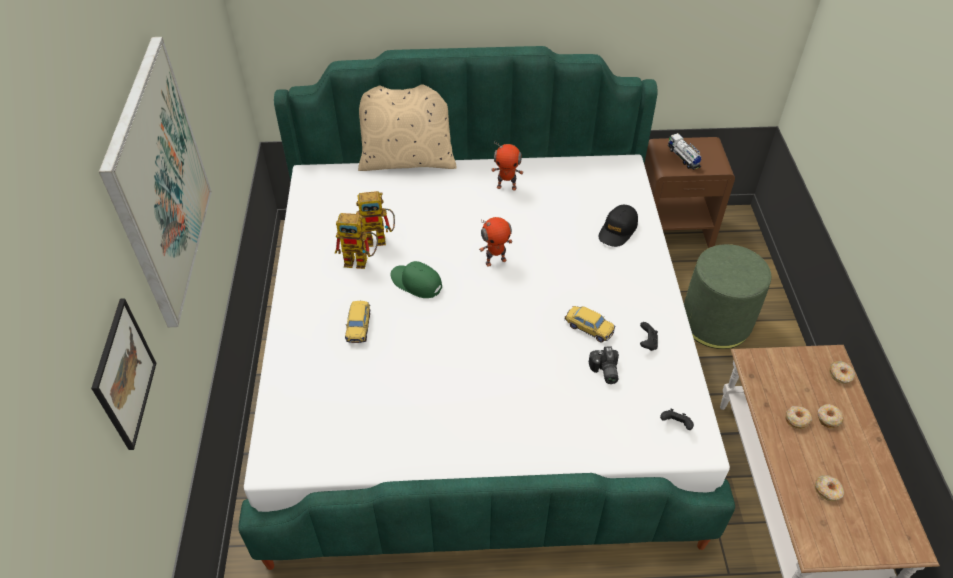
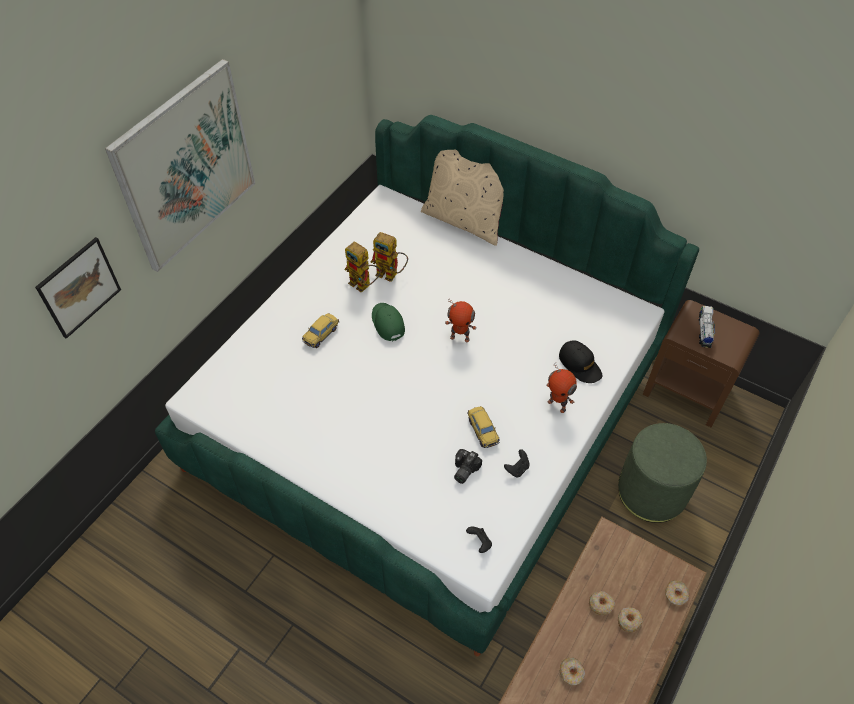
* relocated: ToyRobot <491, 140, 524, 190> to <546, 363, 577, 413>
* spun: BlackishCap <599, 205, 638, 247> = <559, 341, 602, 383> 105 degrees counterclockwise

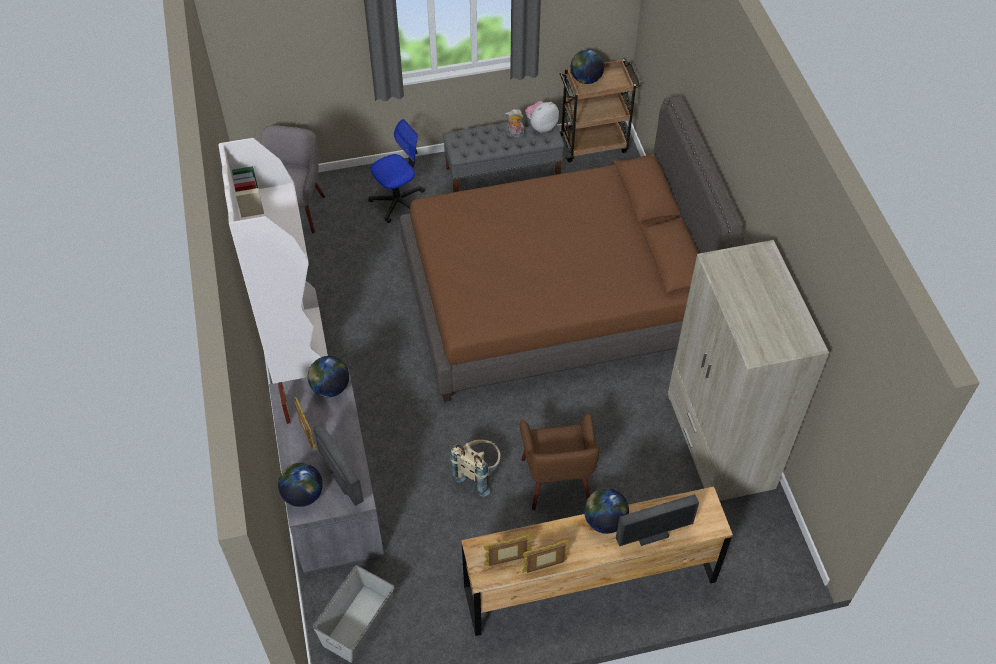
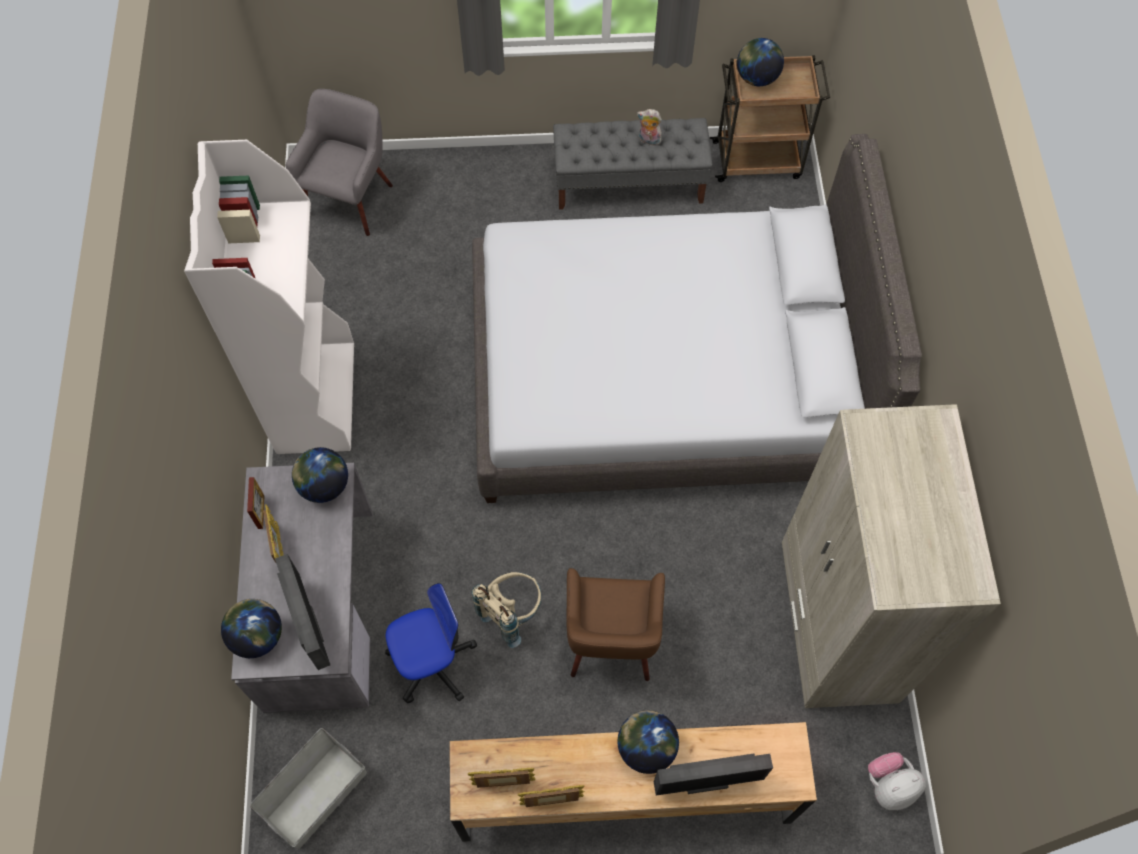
* relocated: DeskChair <368, 119, 425, 223> to <385, 583, 477, 703>
* relocated: CuddlyToy <525, 101, 559, 132> to <868, 752, 926, 810>
* colour: BrownColouredSleepingBed <400, 96, 745, 402> to GreySleepingBed <472, 134, 922, 503>

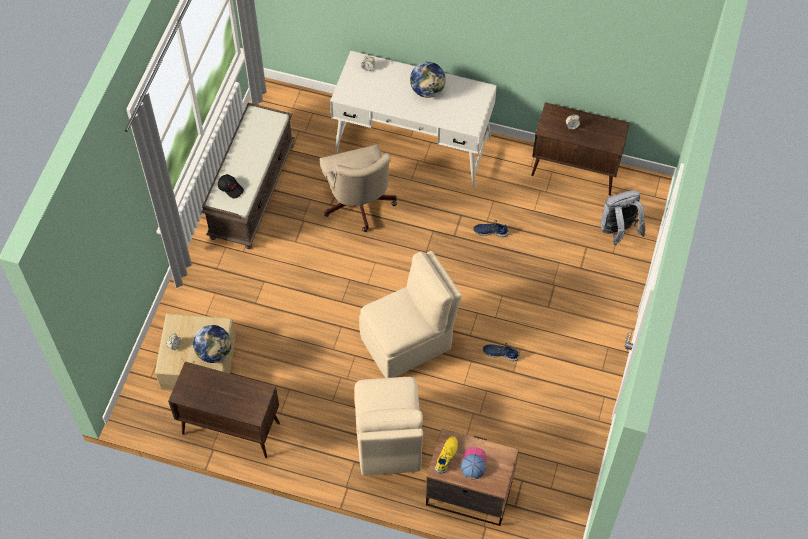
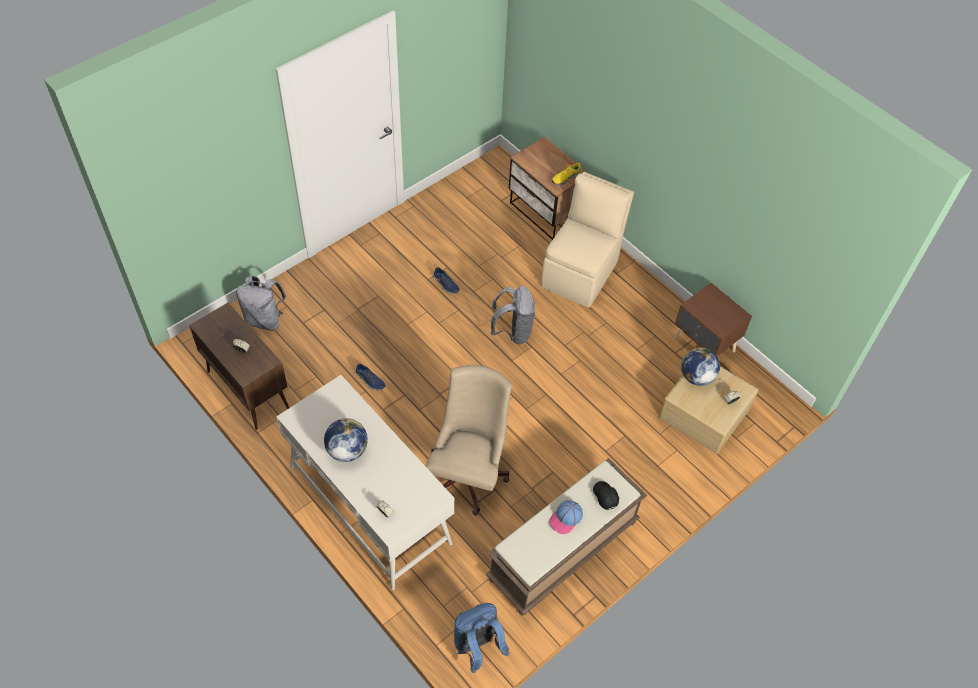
* appeared: BlueColouredKnapsack <454, 603, 510, 673>
* relocated: Cap <461, 447, 487, 480> to <549, 500, 583, 534>
* exchanged: BrownColouredCabinet <168, 361, 280, 458> to BrownColouredNightstand <674, 283, 752, 356>
* exchanged: BeigeColouredUprightChair <359, 251, 462, 378> to GreyKnapsack <491, 286, 535, 344>

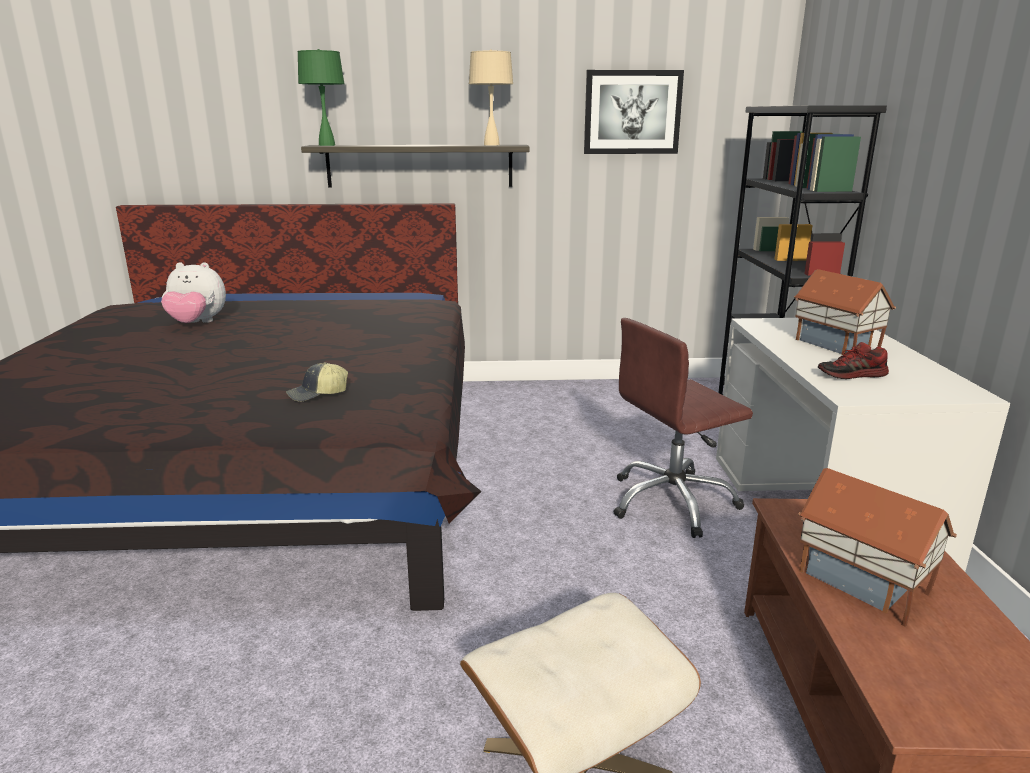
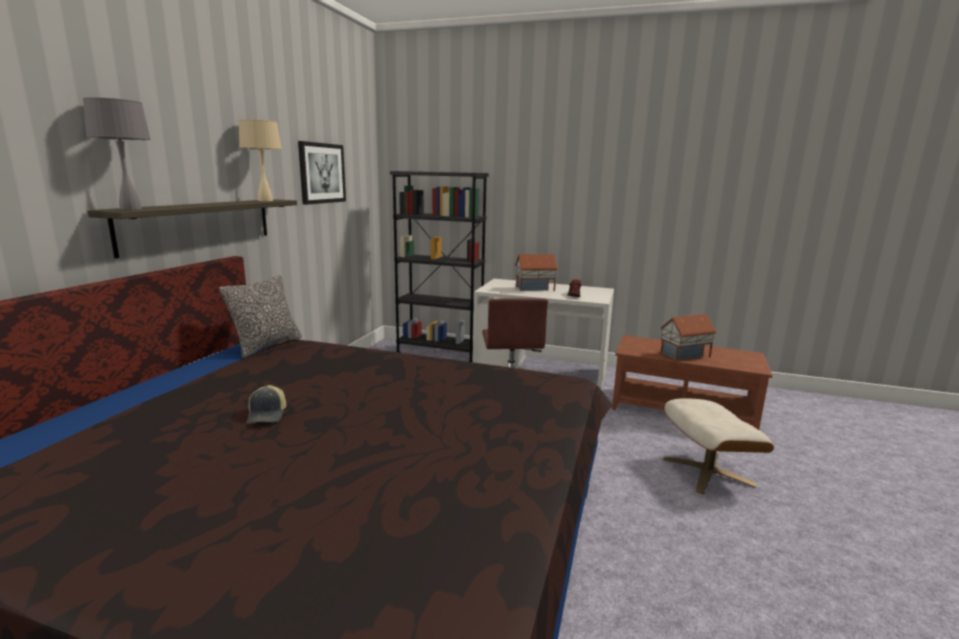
* missing: CuddlyToy <161, 262, 226, 323>
* appeared: Cushion <219, 275, 302, 358>
* relocated: Cap <286, 362, 348, 402> to <246, 385, 286, 424>
* colour: GreenTableLamp <297, 49, 345, 146> to GreyTableLamp <83, 97, 151, 210>

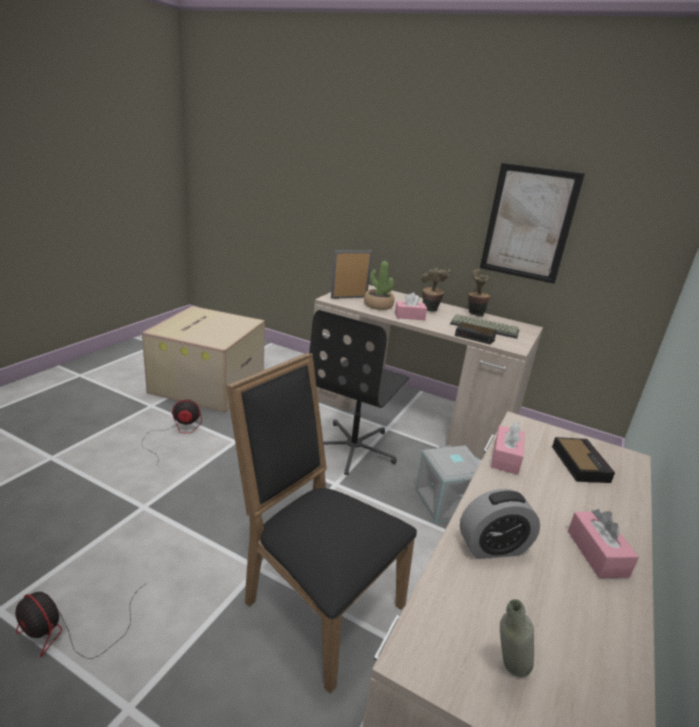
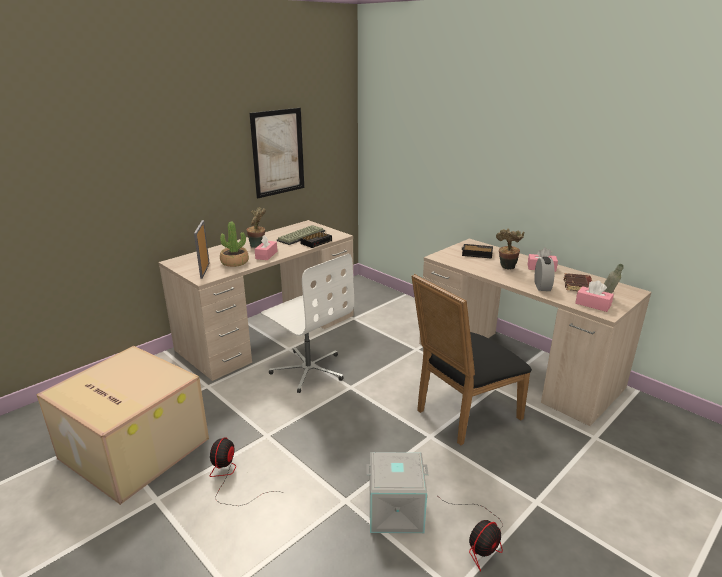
* appeared: BrownColouredBoundBook <564, 273, 592, 291>
* relocated: GreyStorageBox <415, 445, 480, 523> to <367, 452, 428, 533>
* relocated: Houseplant <469, 269, 490, 316> to <496, 228, 525, 270>
* relocated: PinkColouredTissueBox <491, 422, 525, 475> to <575, 280, 614, 312>
* colour: BlackishDeskChair <309, 310, 409, 475> to WhitishDeskChair <261, 254, 354, 393>

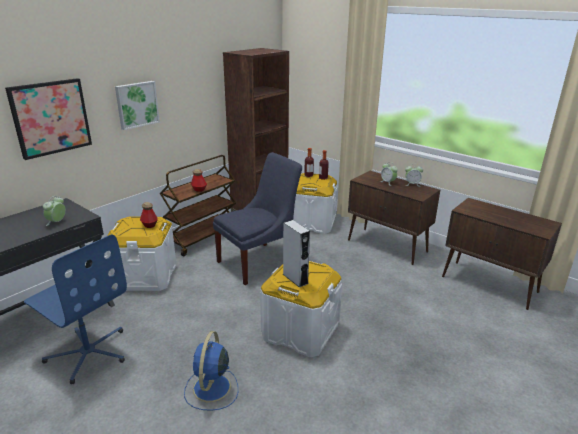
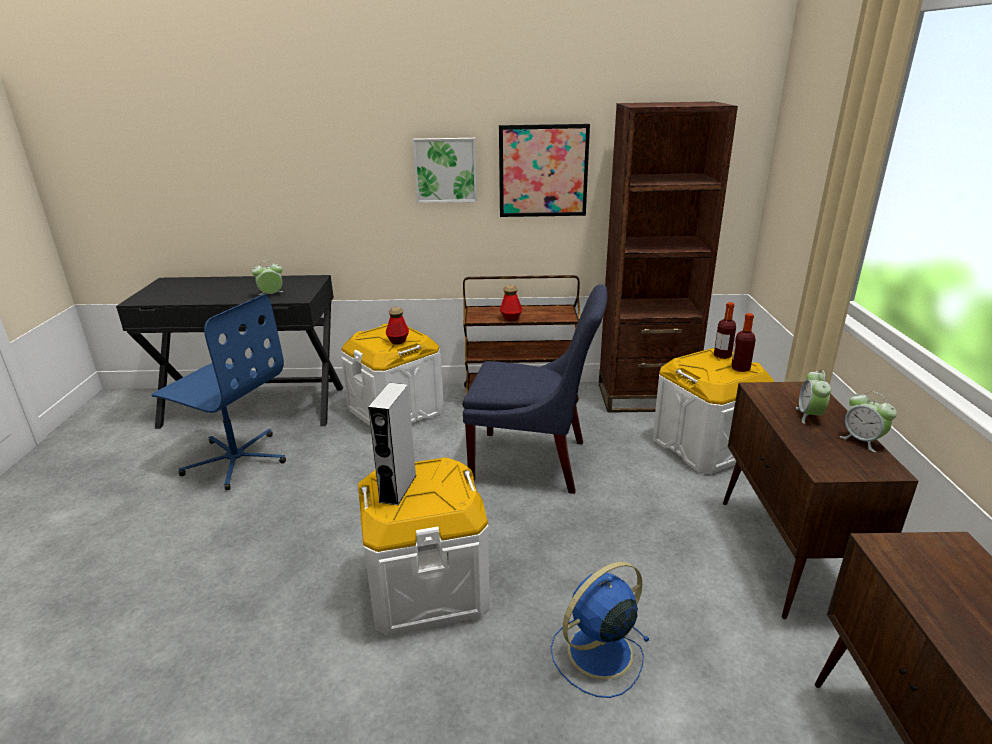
* relocated: Picture <5, 78, 92, 160> to <499, 124, 590, 217>
* relocated: BlueColouredElectricFan <184, 331, 238, 411> to <550, 561, 650, 698>
* spun: BlueColouredDeskChair <24, 234, 127, 384> = <152, 294, 286, 490> 60 degrees counterclockwise

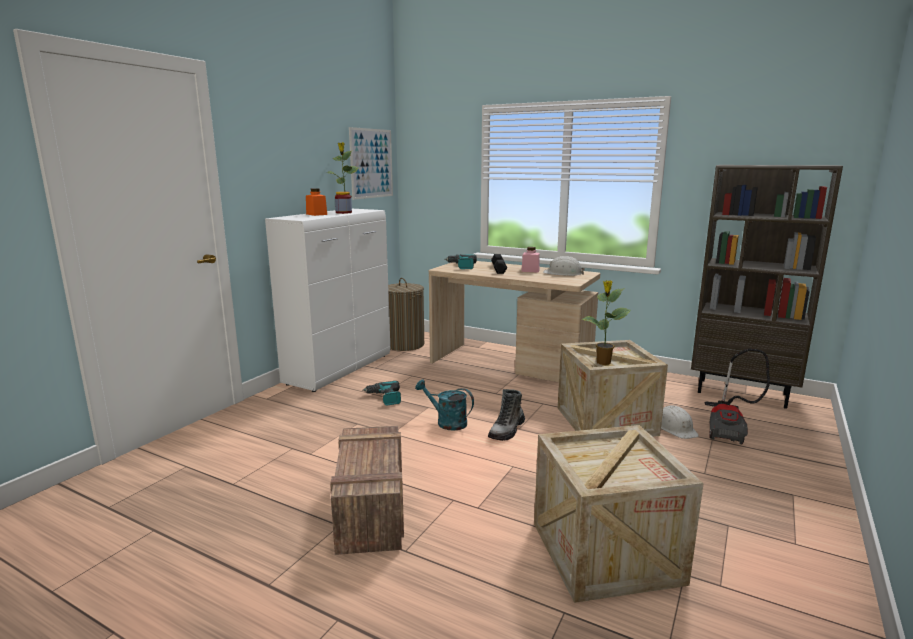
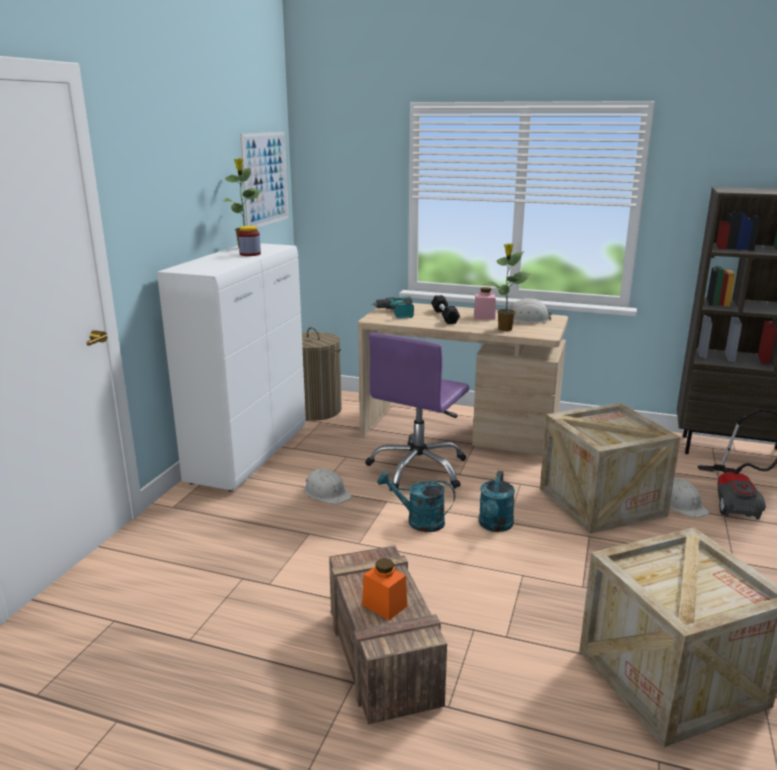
* appeared: PurpleColouredDeskChair <366, 333, 469, 491>
* relocated: OrangeStorageJar <306, 188, 327, 216> to <362, 558, 407, 620>
* relocated: Houseplant <581, 281, 631, 365> to <484, 243, 531, 331>
* exchanged: Drill <362, 381, 401, 406> to WhitishSafetyHelmet <304, 468, 352, 505>
* exchanged: HighTopBoot <488, 389, 525, 441> to TurquoiseWateringCan <479, 471, 515, 532>

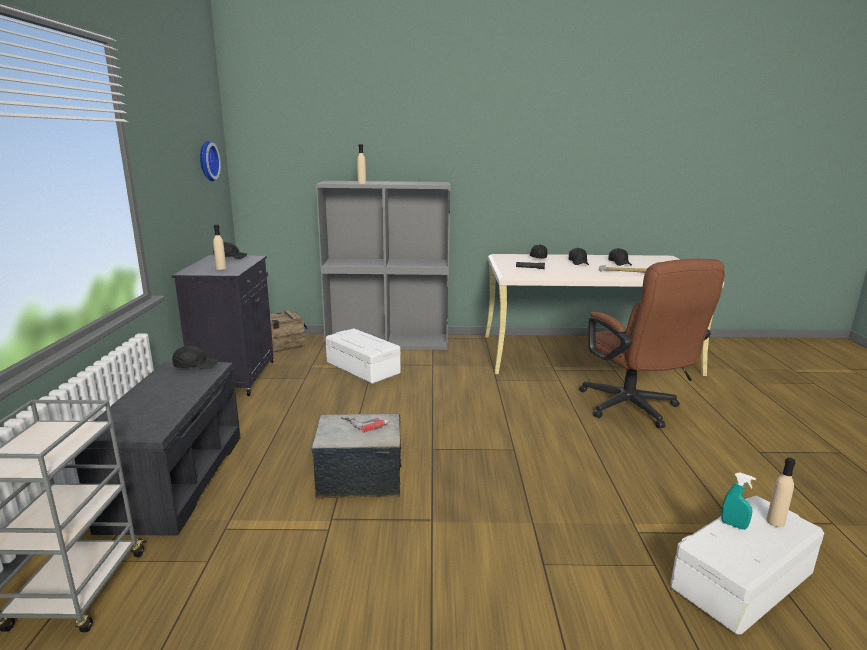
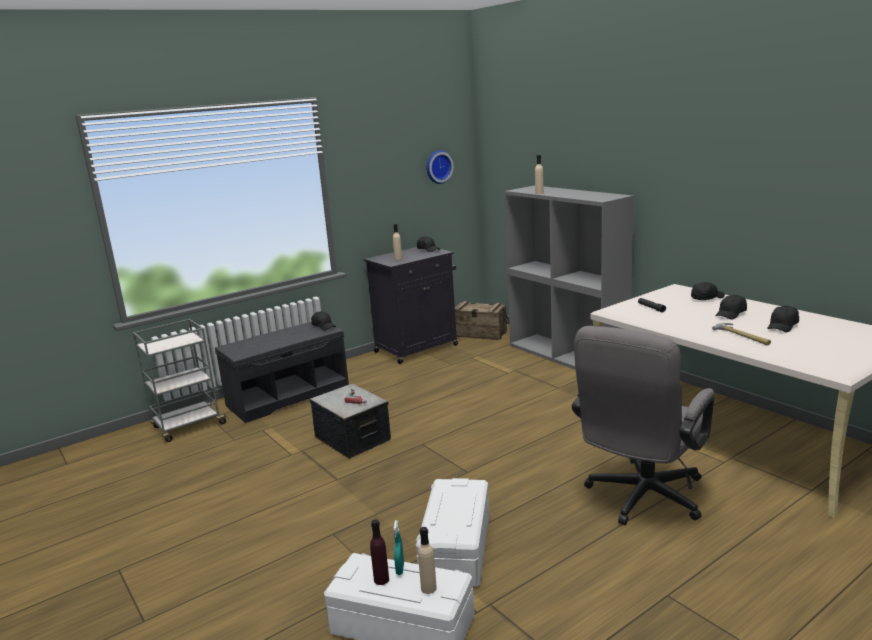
* appeared: PurpleColouredBottle <370, 519, 389, 585>
* relocated: WhitishStorageBox <326, 328, 401, 384> to <416, 478, 489, 587>
* colour: BrownColouredDeskChair <579, 259, 725, 429> to GreyDeskChair <572, 326, 714, 525>

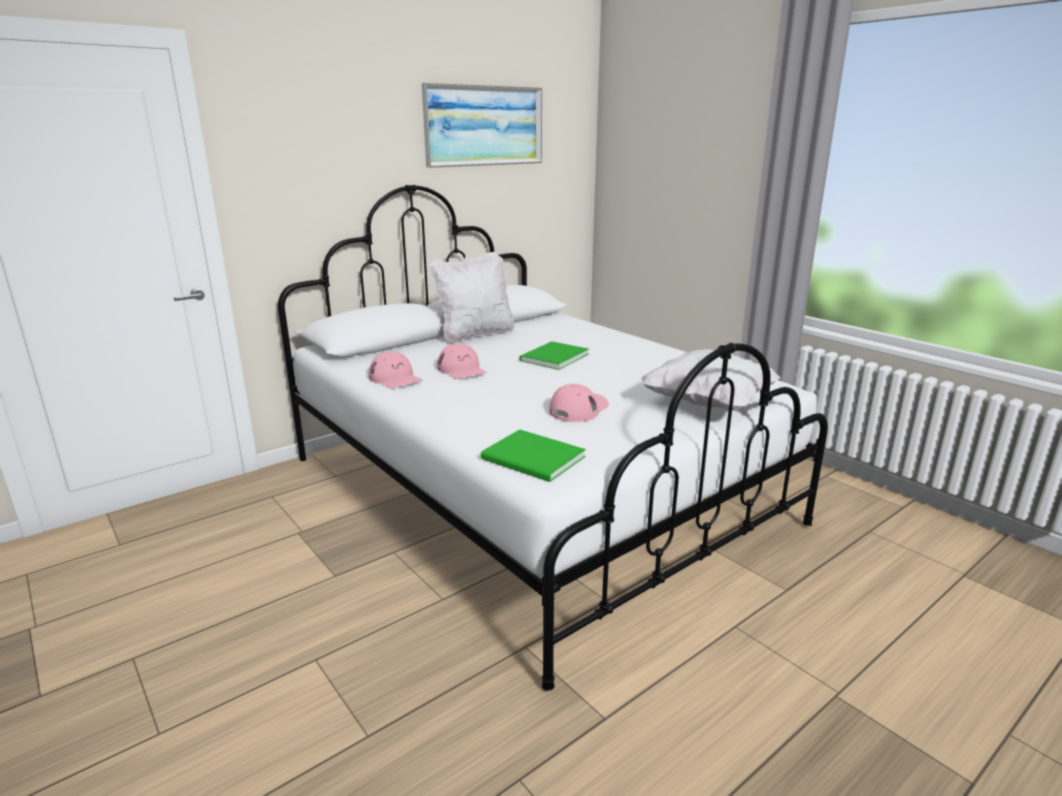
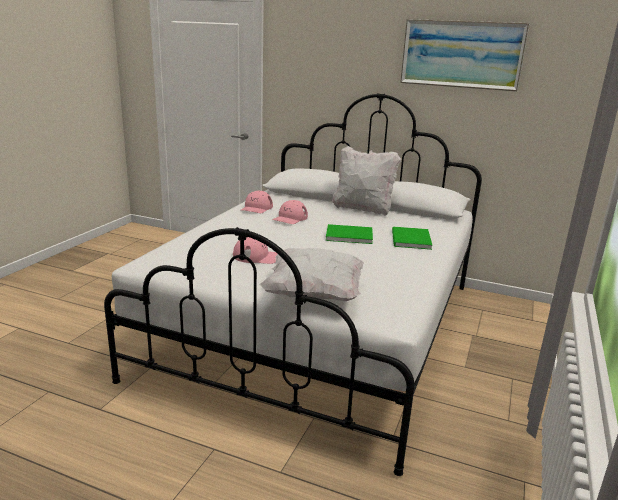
* relocated: GreenBoundBook <481, 429, 586, 482> to <392, 227, 432, 250>

